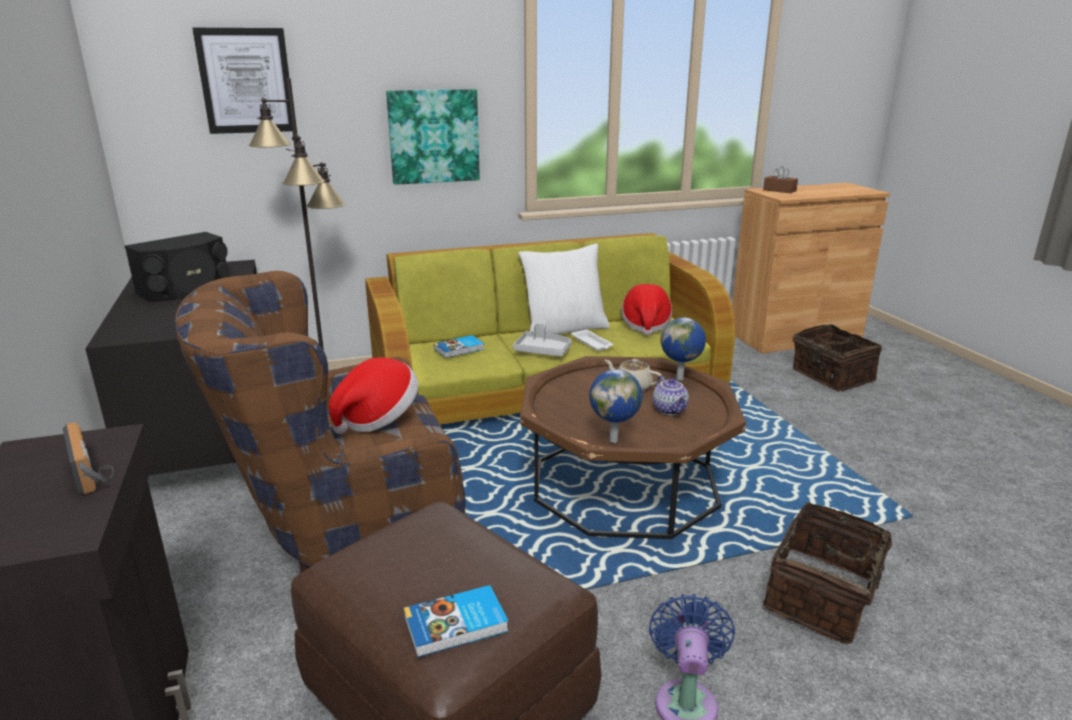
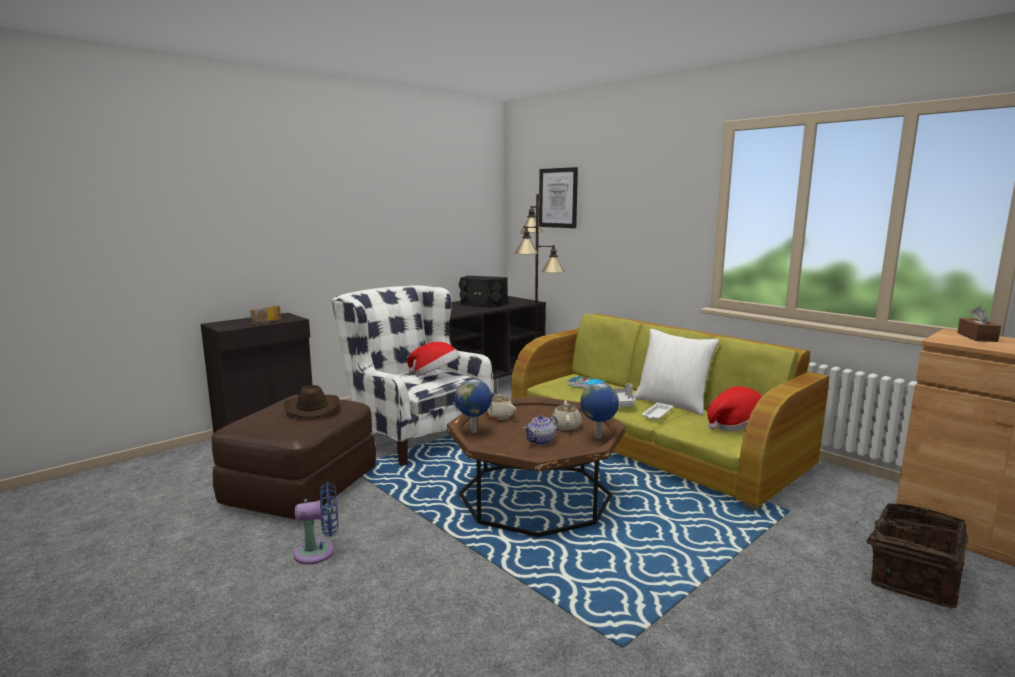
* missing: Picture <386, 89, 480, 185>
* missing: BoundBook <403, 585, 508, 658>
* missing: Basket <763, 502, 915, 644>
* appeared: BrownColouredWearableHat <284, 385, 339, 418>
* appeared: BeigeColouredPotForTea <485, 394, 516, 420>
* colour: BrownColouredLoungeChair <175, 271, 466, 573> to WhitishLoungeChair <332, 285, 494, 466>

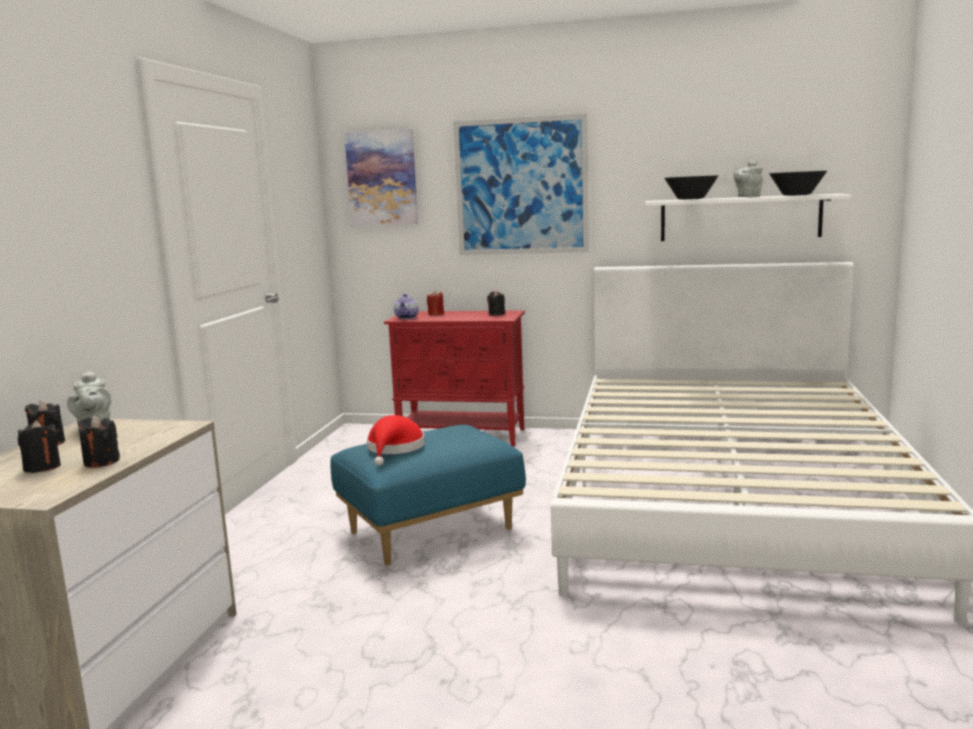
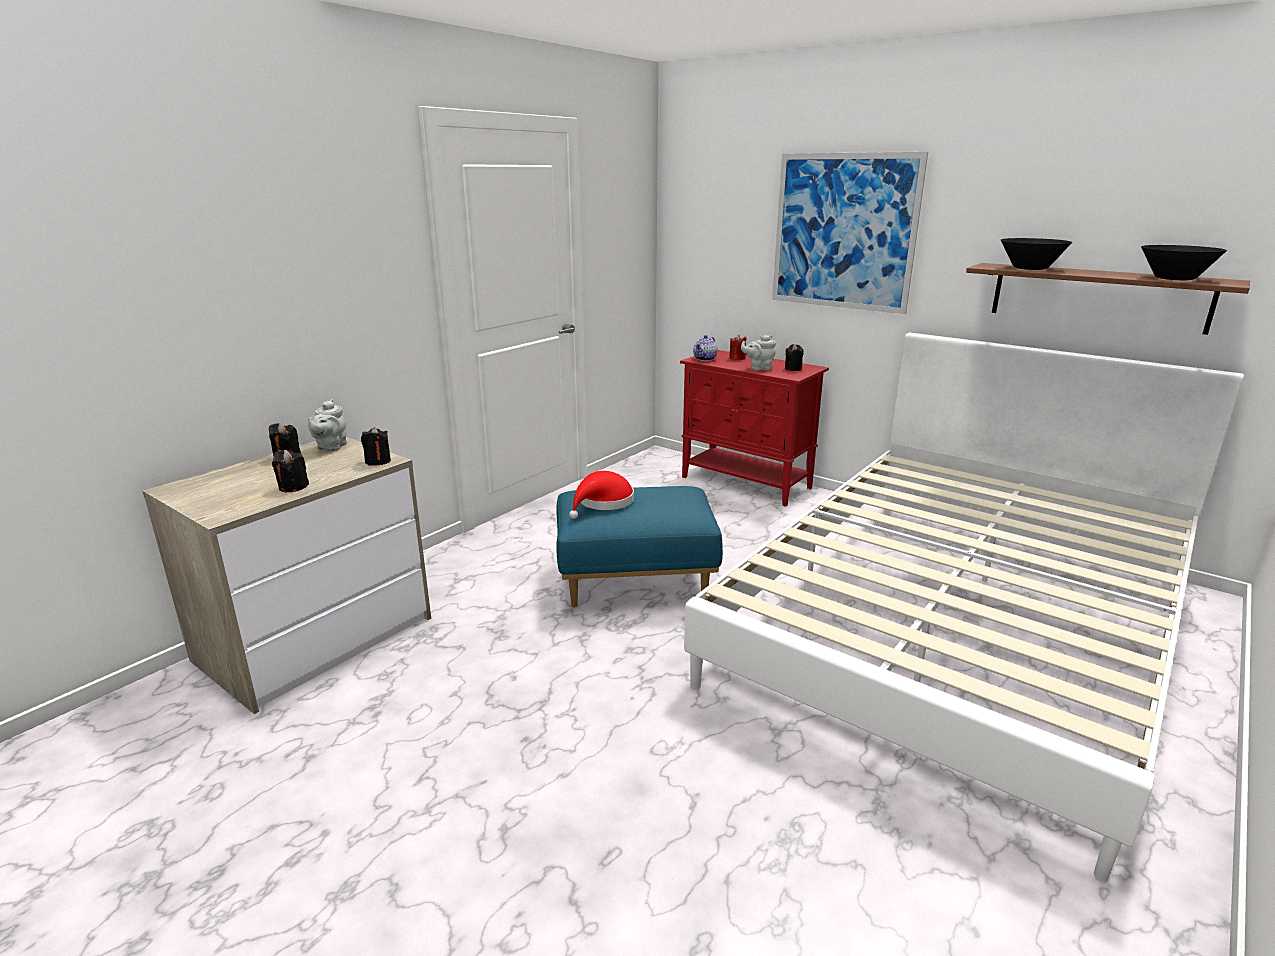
* missing: Picture <344, 129, 418, 226>
* relocated: BlackishCandle <18, 420, 61, 473> to <361, 427, 391, 466>
* relocated: GreyPotForTea <733, 161, 763, 197> to <741, 335, 776, 371>
* colour: WhitishWallShelf <645, 194, 851, 241> to BrownColouredWallShelf <966, 263, 1250, 335>

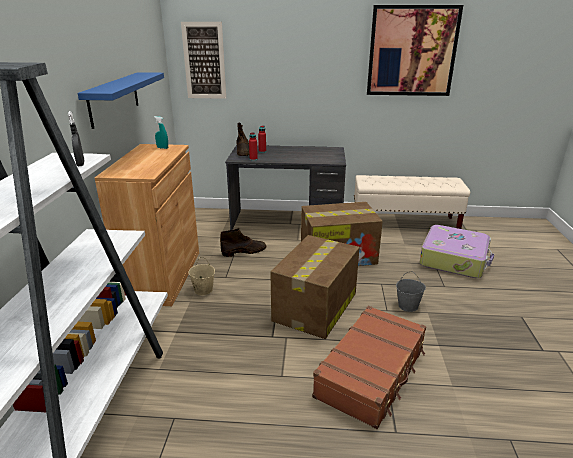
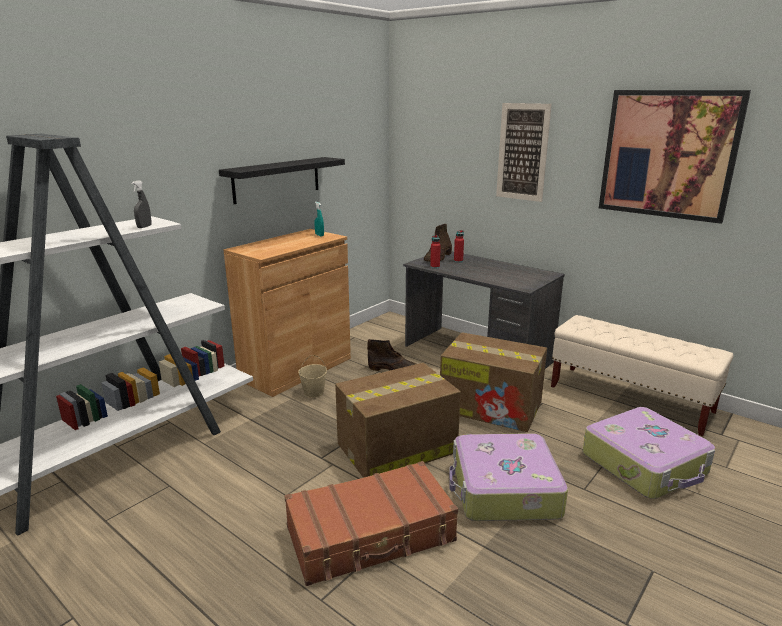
* relocated: Picture <181, 22, 226, 99> to <496, 103, 552, 202>
* exchanged: GreyWaterBucket <396, 272, 426, 312> to TravelCase <449, 433, 568, 521>
* colour: BlueColouredWallShelf <78, 72, 164, 129> to BlackishWallShelf <219, 157, 345, 204>

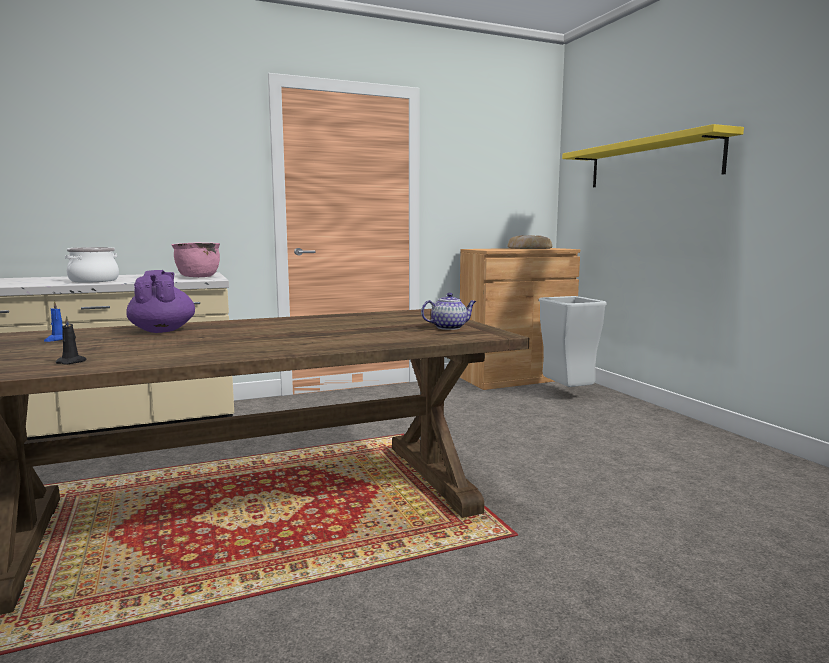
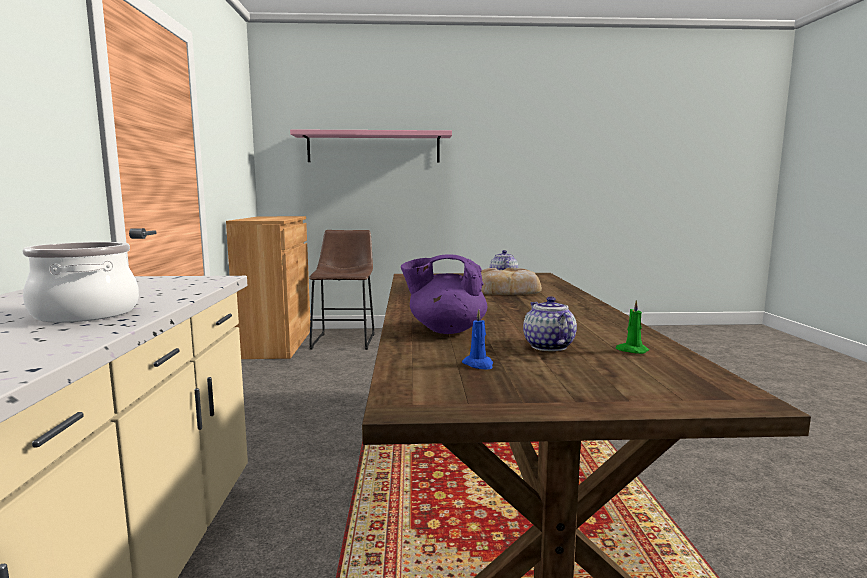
* missing: PinkColouredStockpot <171, 242, 220, 277>
* appeared: PotForTea <523, 296, 577, 351>
* relocated: BakedBread <507, 235, 552, 249> to <481, 268, 542, 295>
* exchanged: GreyTrashCan <539, 296, 607, 387> to BrownColouredSittingStool <309, 230, 375, 350>
* colour: BlackishCandle <56, 316, 87, 365> to GreenCandle <616, 300, 649, 354>
* colour: YellowishWallShelf <562, 124, 744, 187> to PinkColouredWallShelf <290, 129, 452, 163>

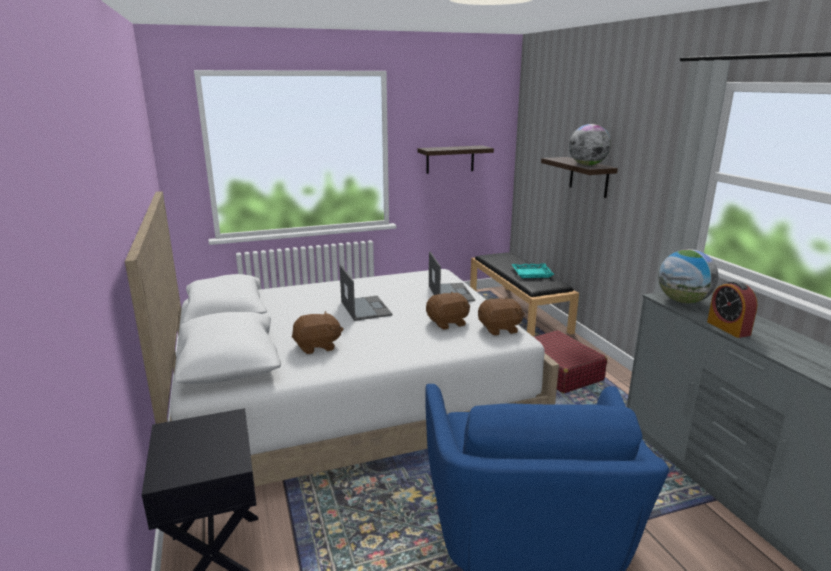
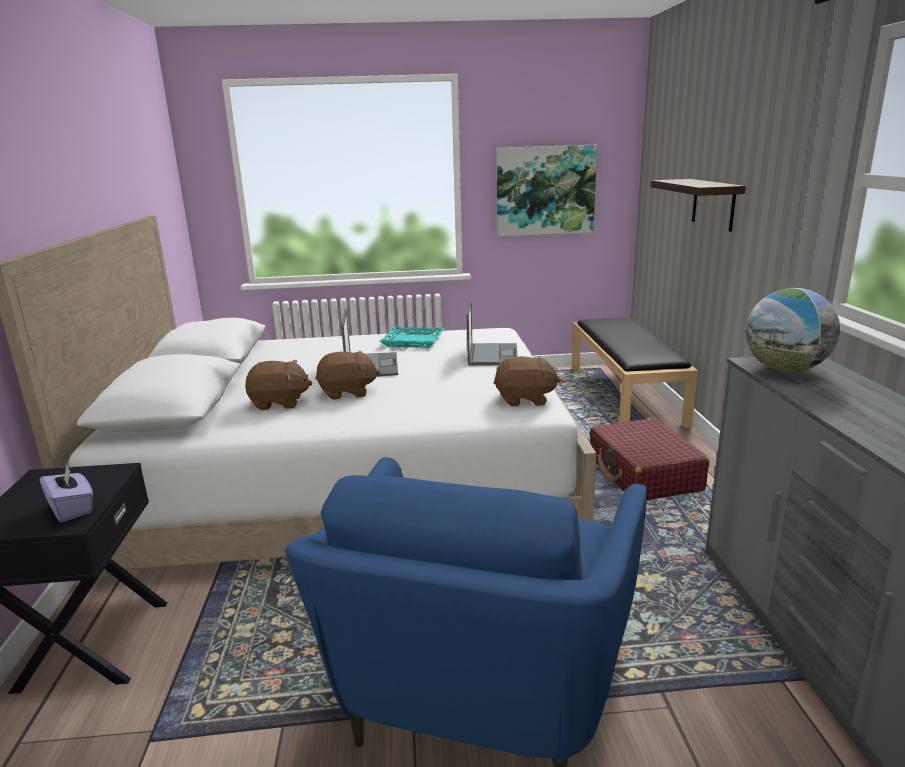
* missing: WorldGlobe <569, 124, 611, 165>
* missing: TableClock <707, 281, 758, 338>
* appeared: PurpleColouredTissueBox <40, 464, 93, 522>
* relocated: BrownColouredCuddlyToy <426, 291, 470, 330> to <315, 351, 380, 400>
* relocated: TurquoiseServingTray <511, 263, 554, 278> to <380, 326, 445, 348>
* exchanged: WallShelf <418, 145, 494, 174> to Picture <497, 145, 597, 236>

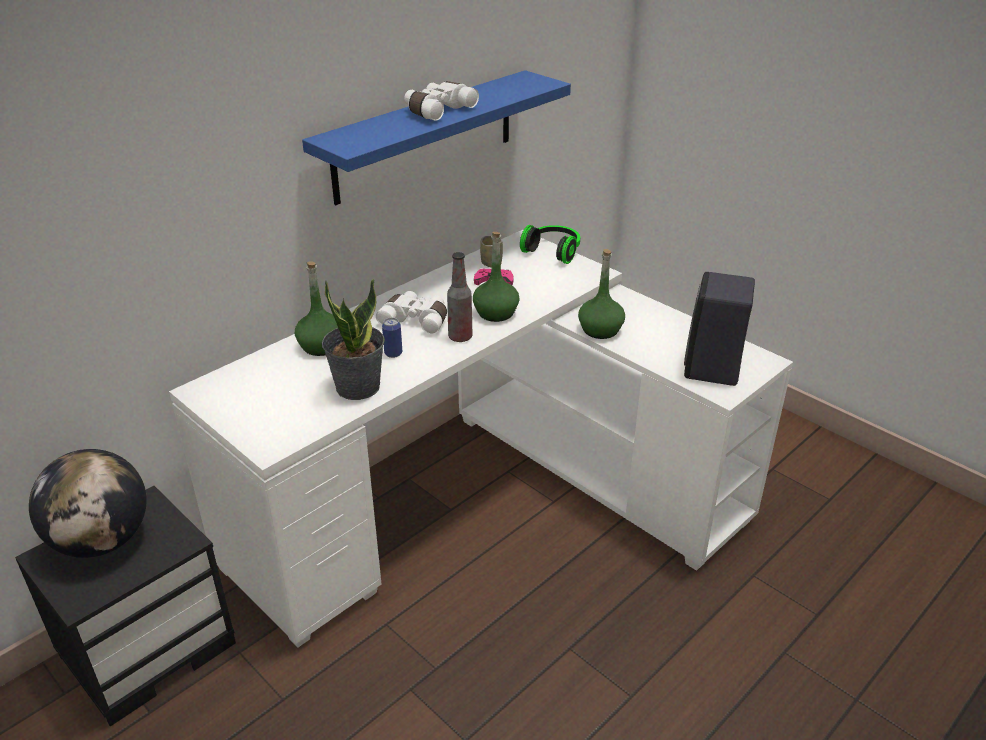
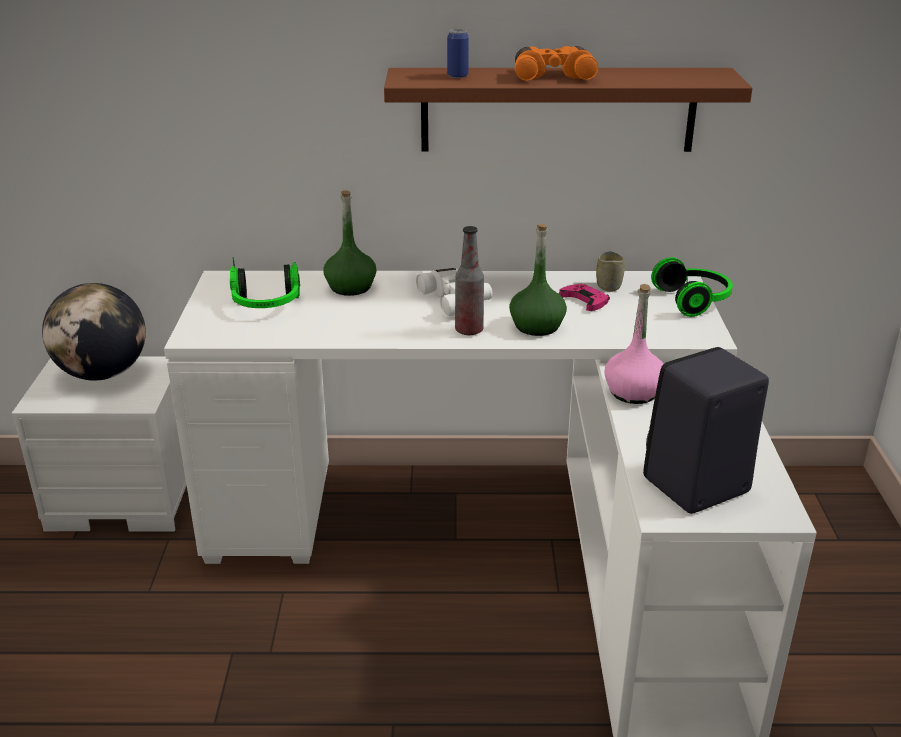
* missing: Houseplant <322, 279, 385, 400>
* appeared: Headset <230, 257, 300, 308>
* relocated: MetalCan <382, 317, 402, 358> to <447, 29, 469, 78>
* colour: BlackishNightstand <15, 486, 236, 727> to WhitishNightstand <12, 356, 187, 531>
* colour: BlueColouredWallShelf <302, 70, 571, 205> to BrownColouredWallShelf <384, 68, 753, 152>
* colour: WhitishPairOfBinoculars <404, 81, 479, 121> to OrangePairOfBinoculars <515, 46, 598, 81>
* colour: GreenBottle <578, 249, 625, 339> to PinkColouredBottle <604, 284, 663, 404>

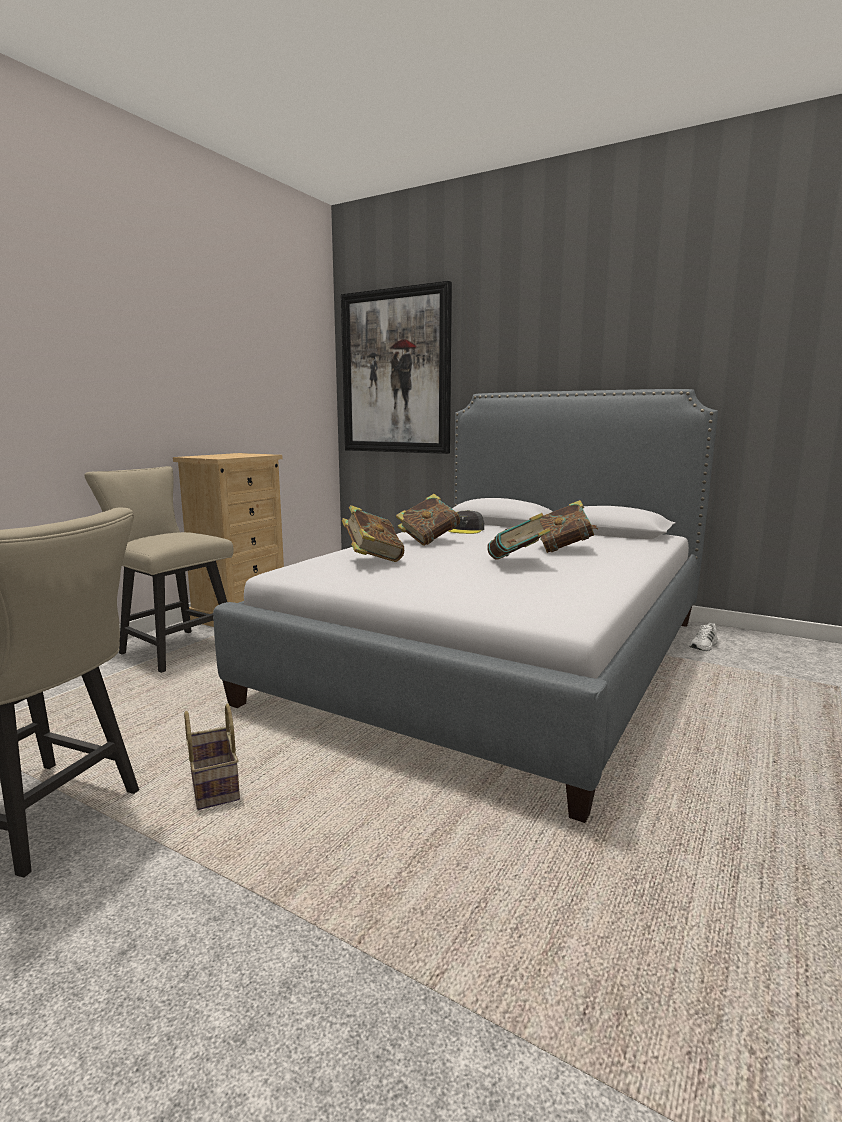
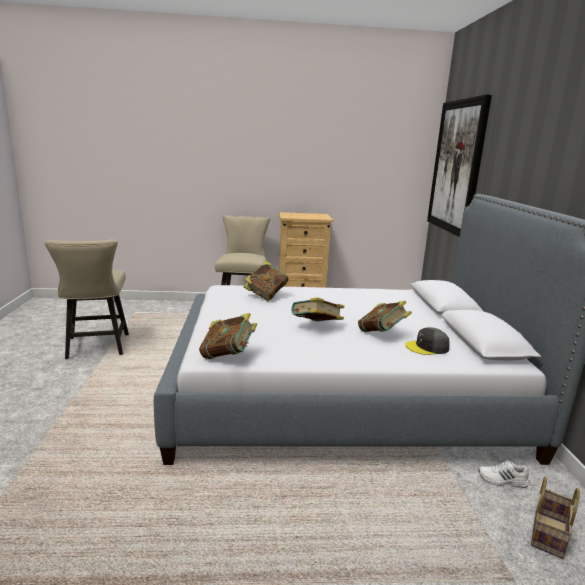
* relocated: Basket <184, 703, 240, 810> to <531, 477, 580, 559>
* relocated: BoundBook <396, 494, 460, 546> to <199, 313, 257, 359>
* relocated: GreyCap <448, 510, 484, 534> to <405, 327, 450, 355>

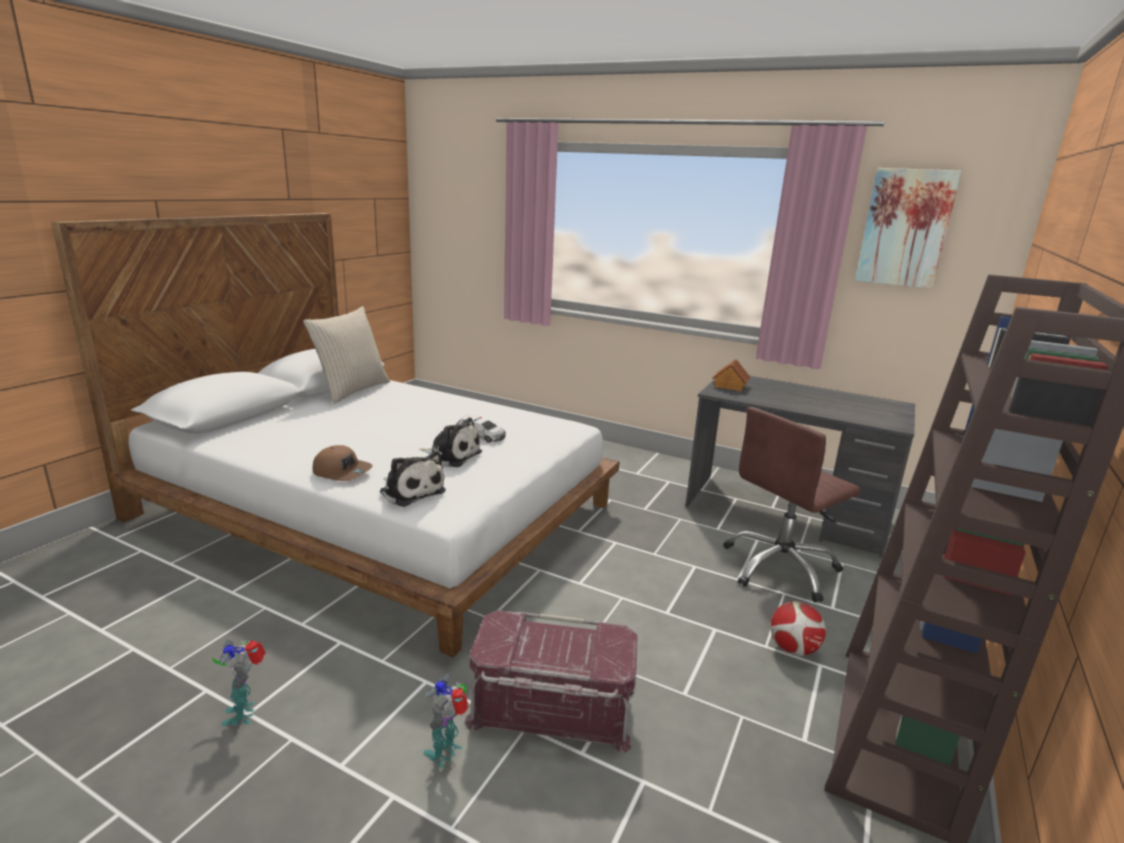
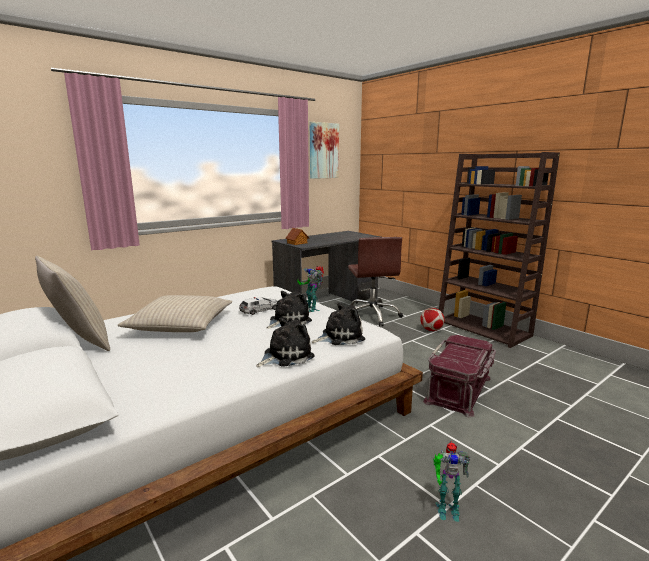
* appeared: BeigeColouredCushion <118, 295, 232, 332>
* relocated: ToyRobot <423, 673, 469, 769> to <297, 266, 324, 313>
* exchanged: BrownColouredCap <313, 445, 373, 481> to CuddlyToy <256, 318, 315, 367>

